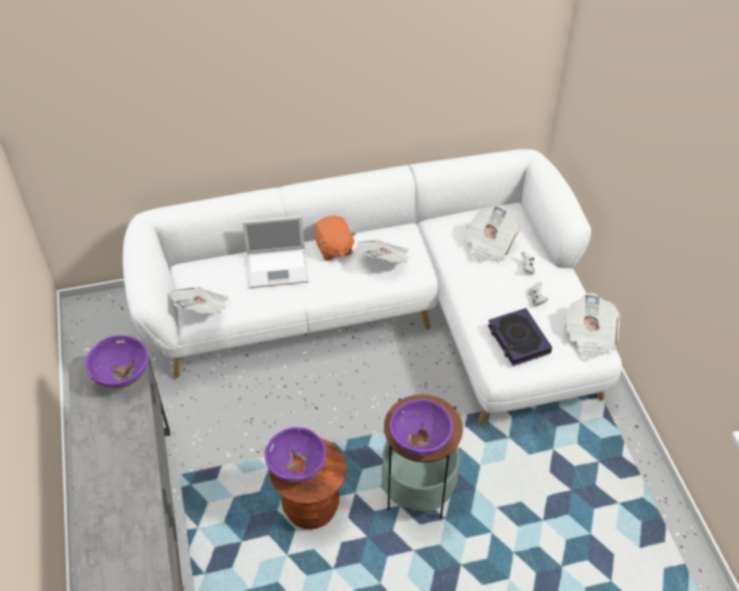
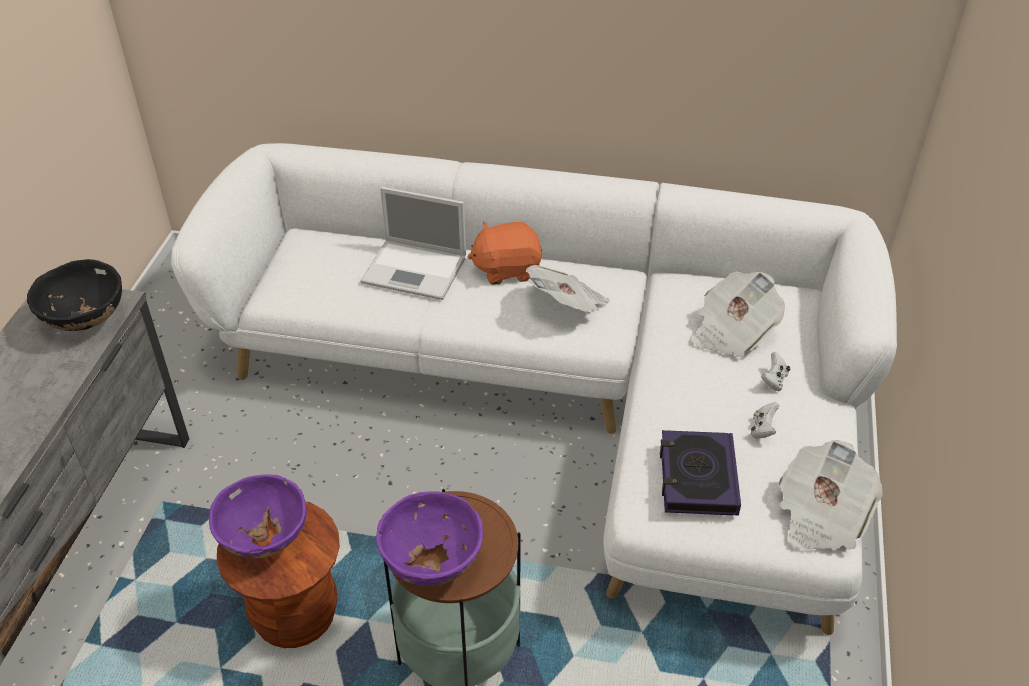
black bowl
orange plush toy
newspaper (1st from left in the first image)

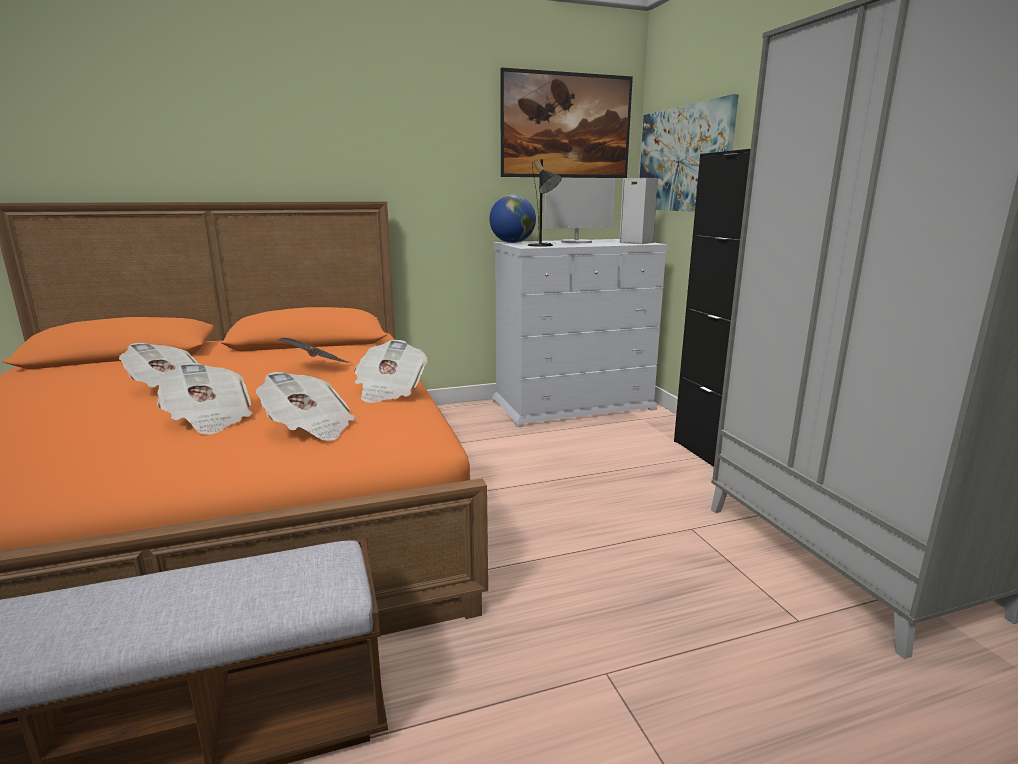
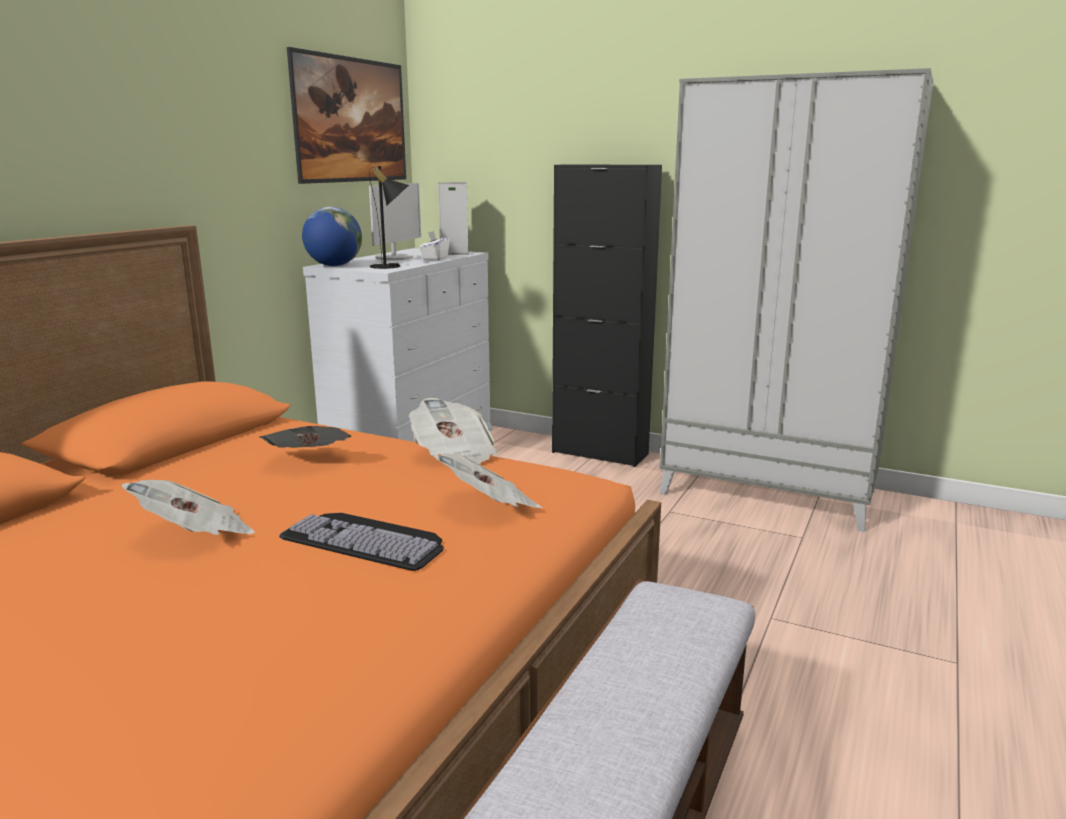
keyboard
white tissue box
picture (2nd from left in the first image)

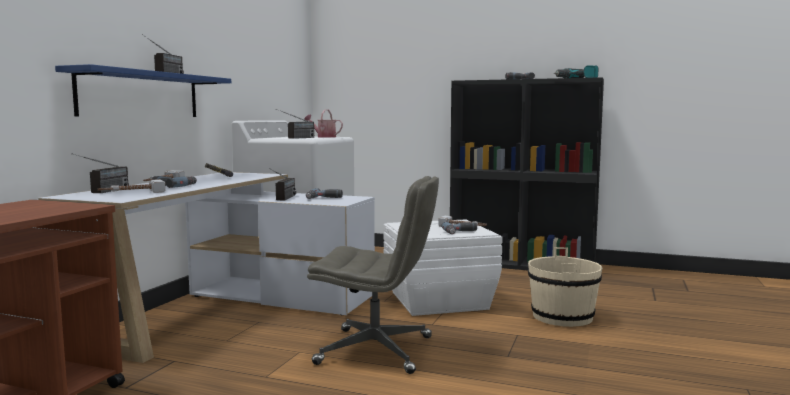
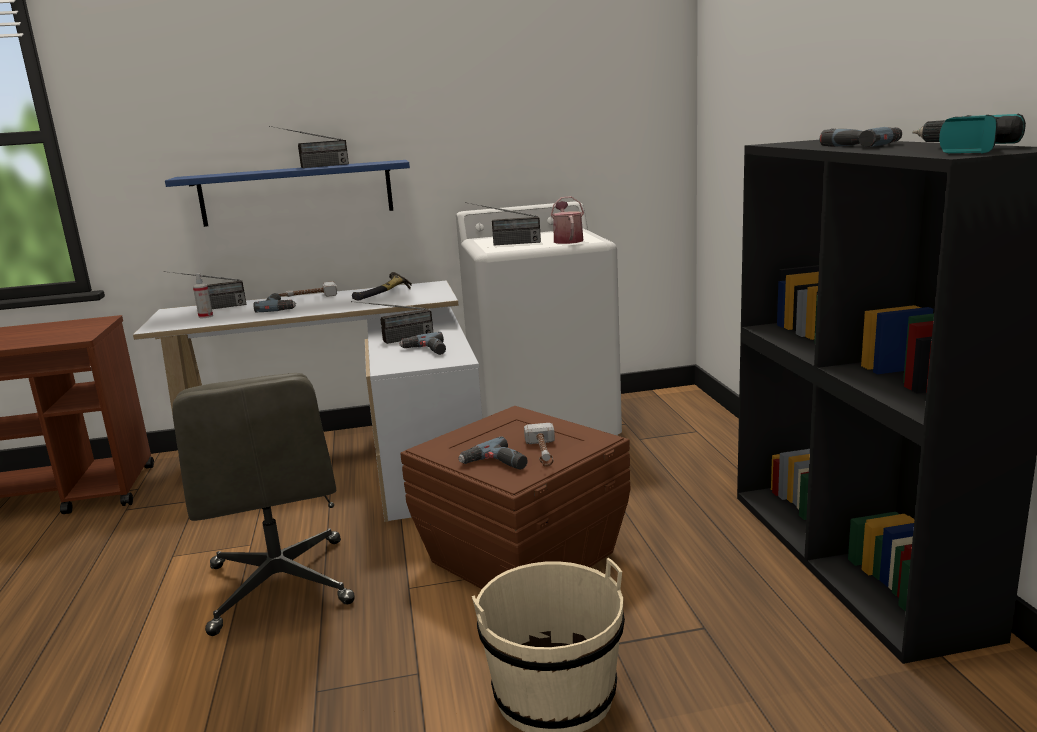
spray bottle
brown storage box

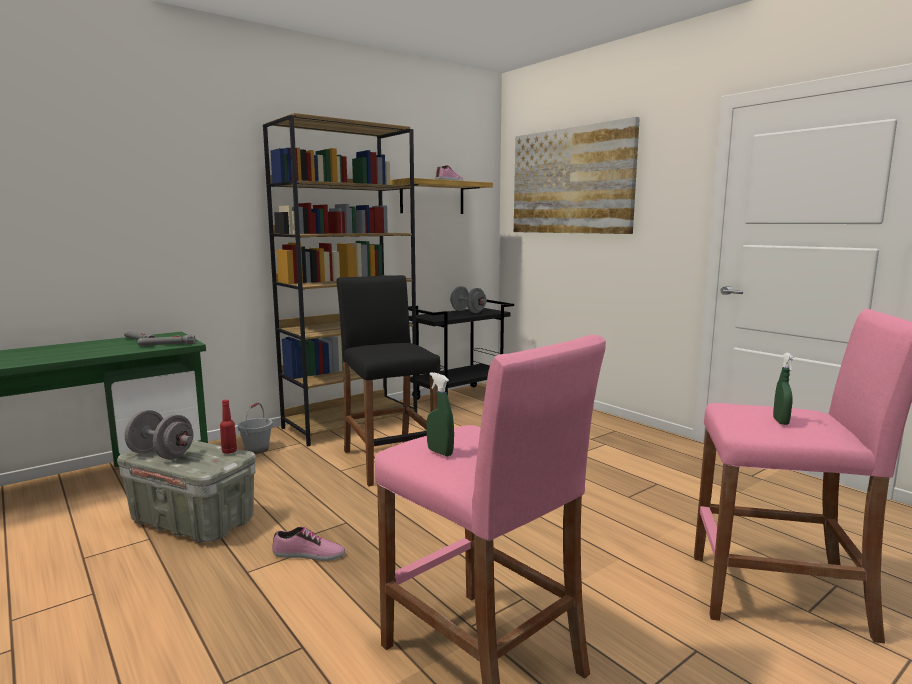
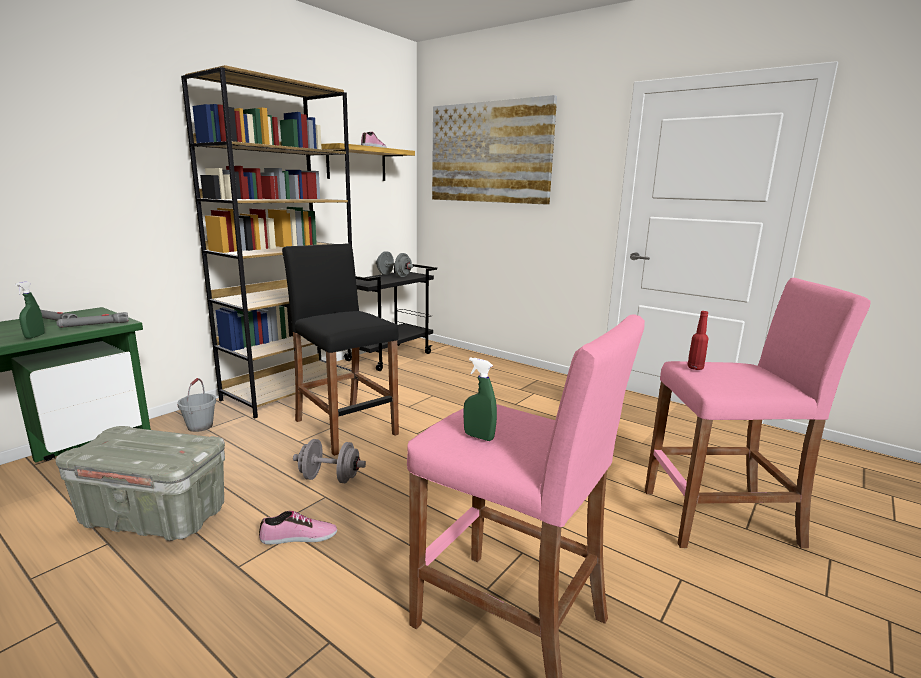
green spray bottle (1st from left)
grey dumbbell (1st from left)
red bottle

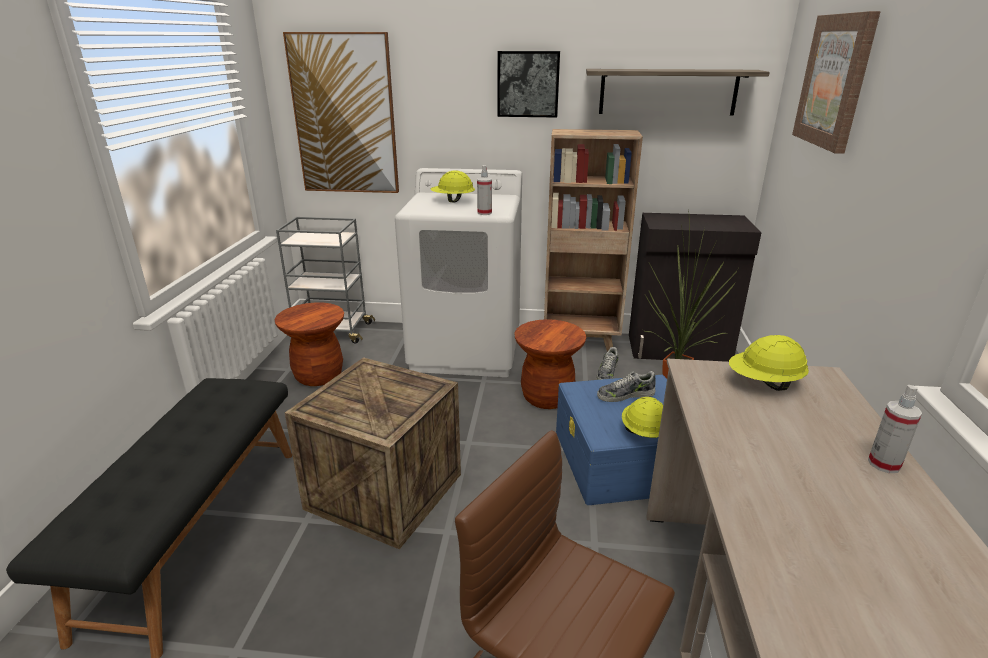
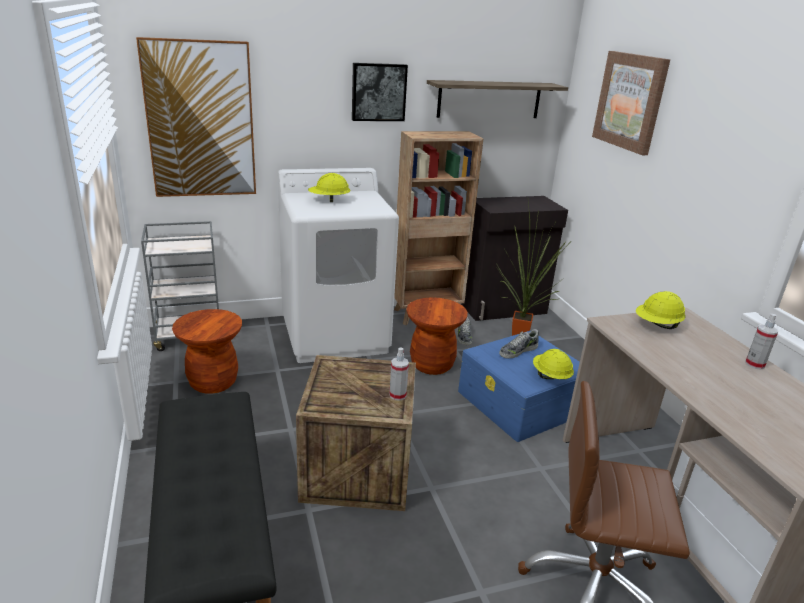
spray bottle (1st from left)

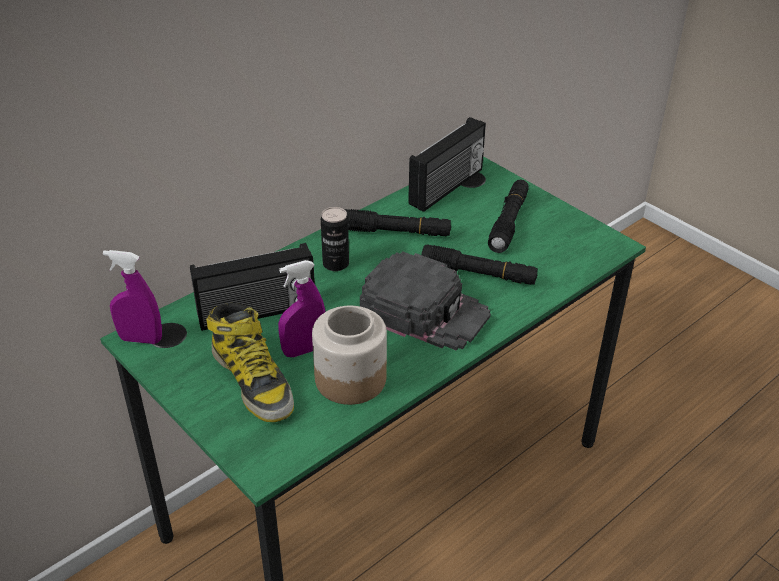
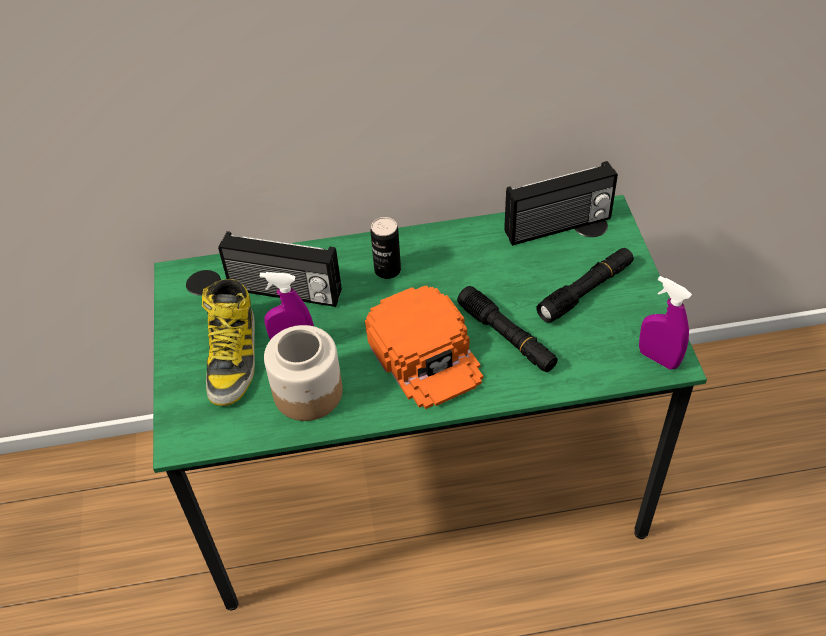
orange cap
purple spray bottle (2nd from left)
black flashlight (1st from left in the first image)

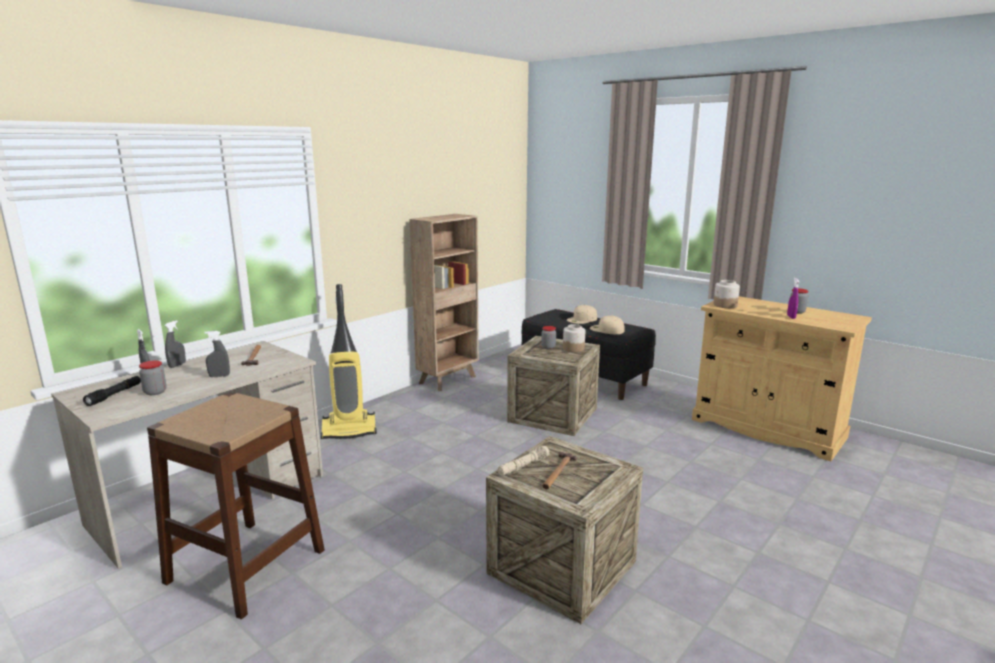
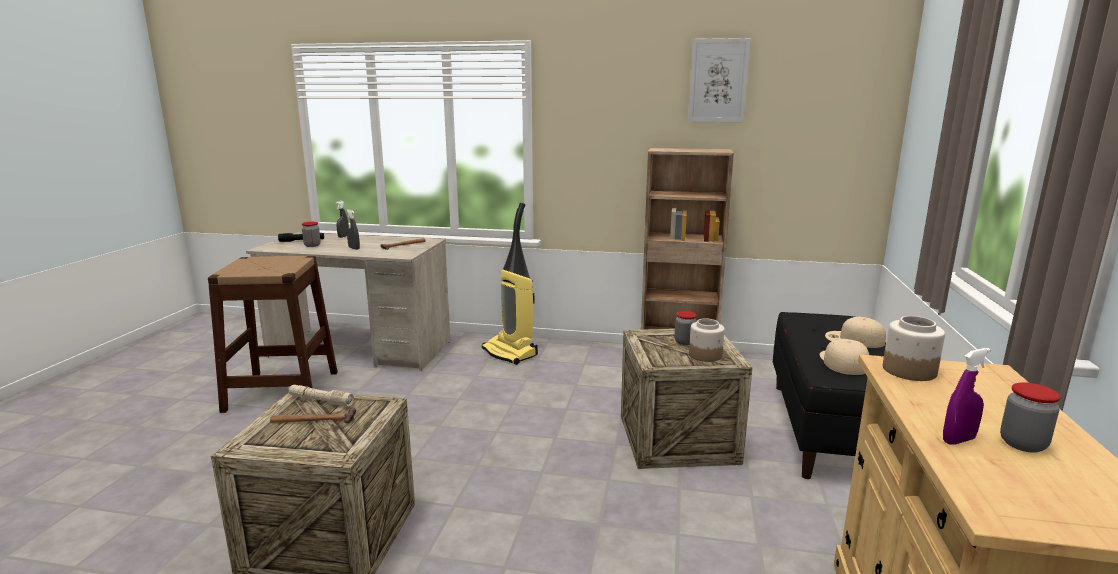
picture
grey spray bottle (2nd from left in the first image)

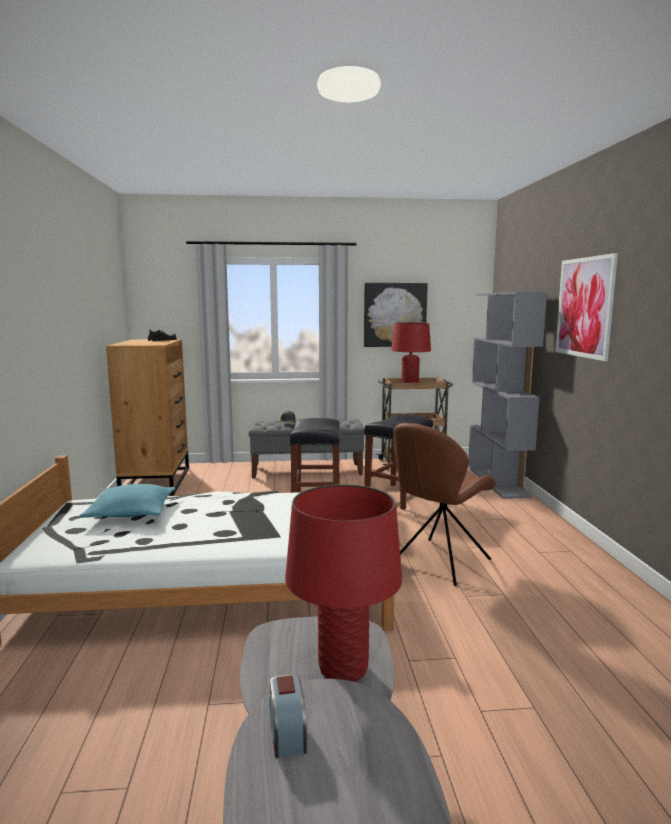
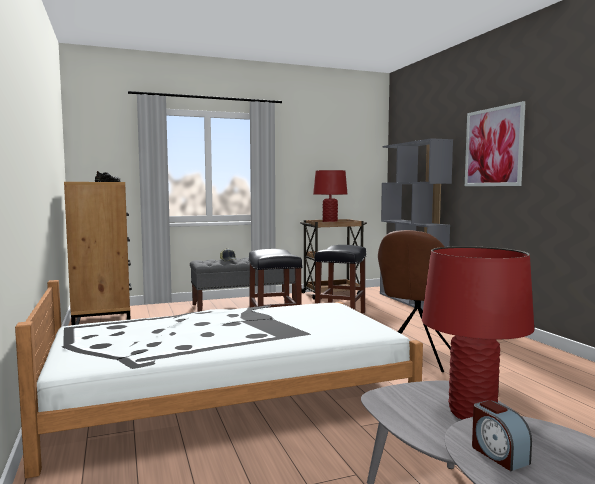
turquoise pillow
picture (1st from left in the first image)

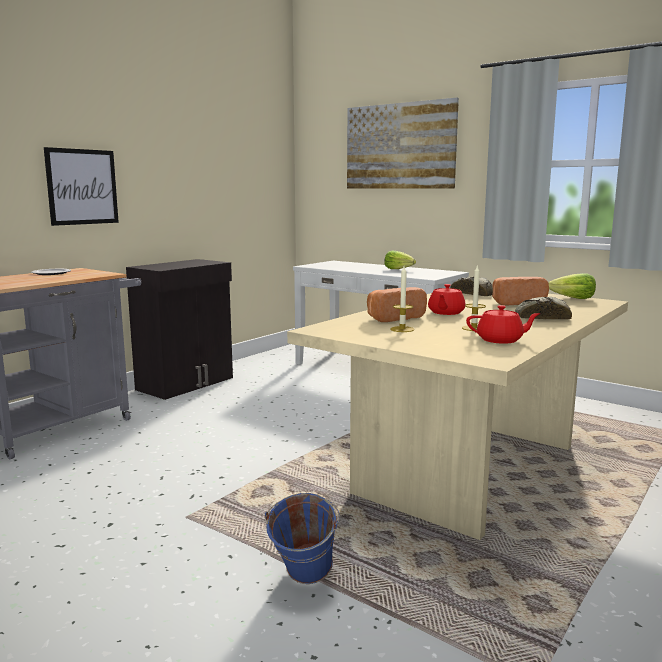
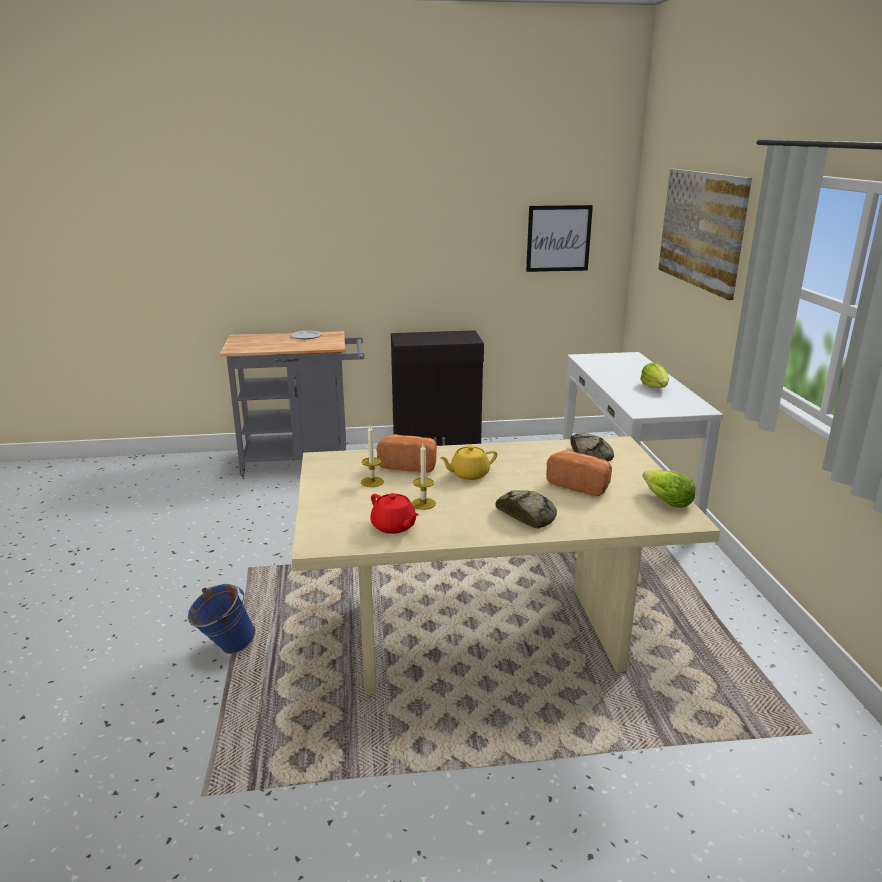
yellow teapot
picture (1st from left)

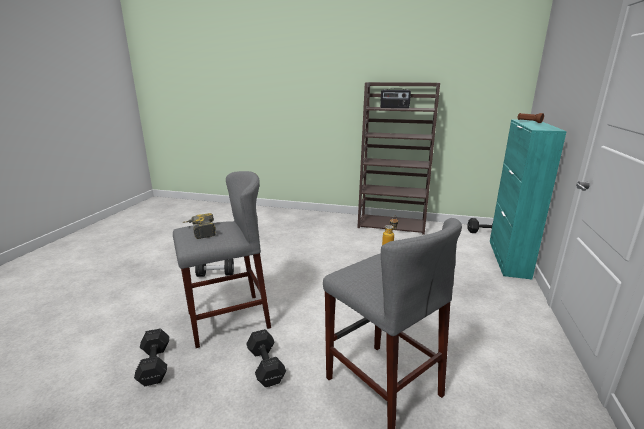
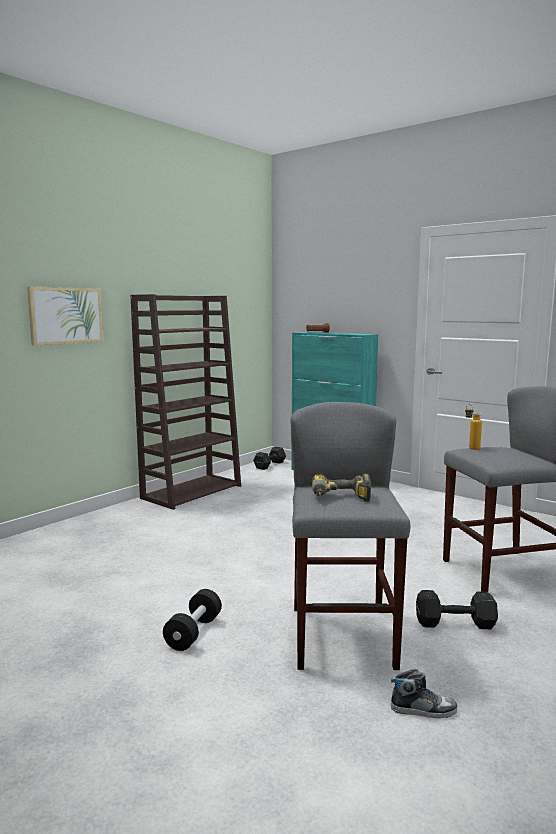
picture
shoe
radio

